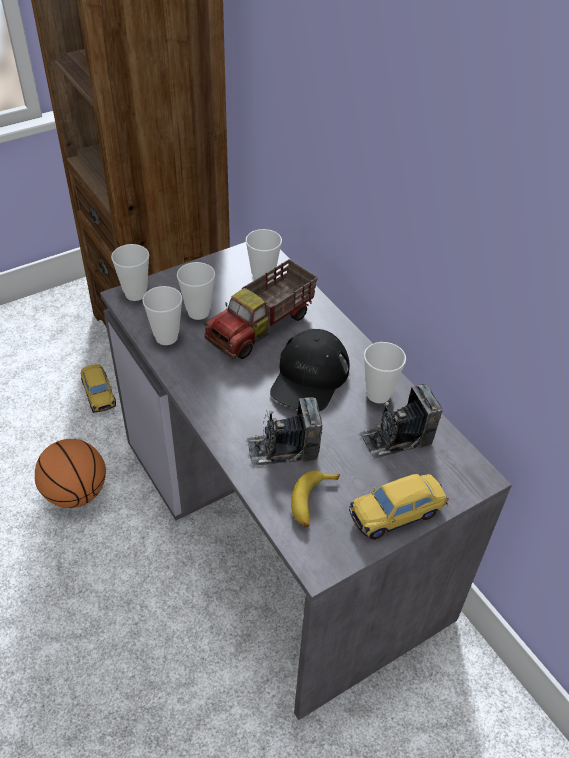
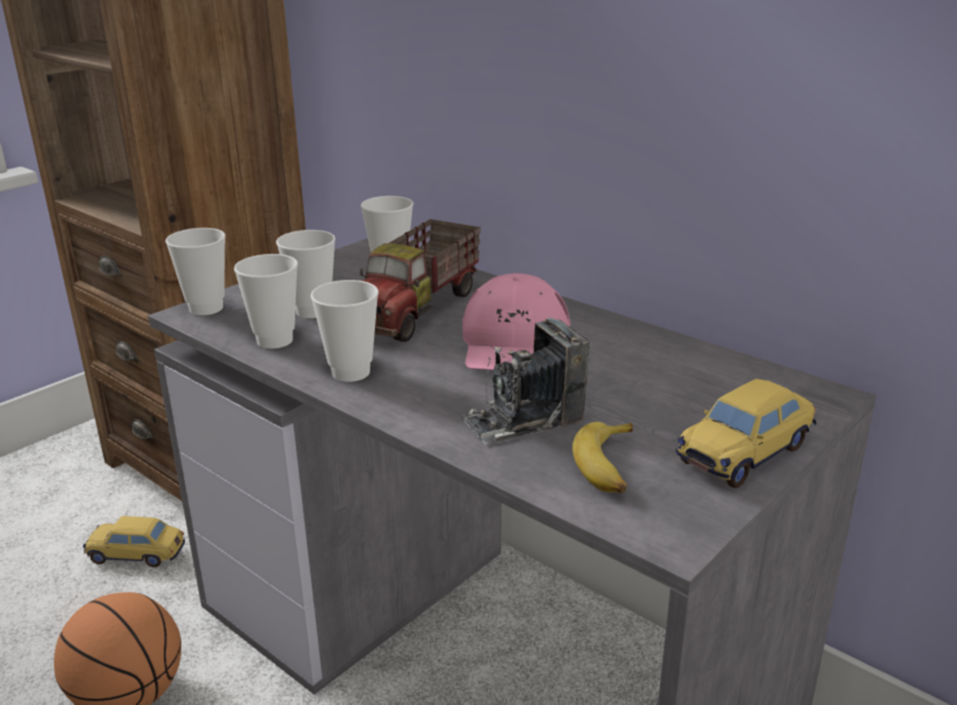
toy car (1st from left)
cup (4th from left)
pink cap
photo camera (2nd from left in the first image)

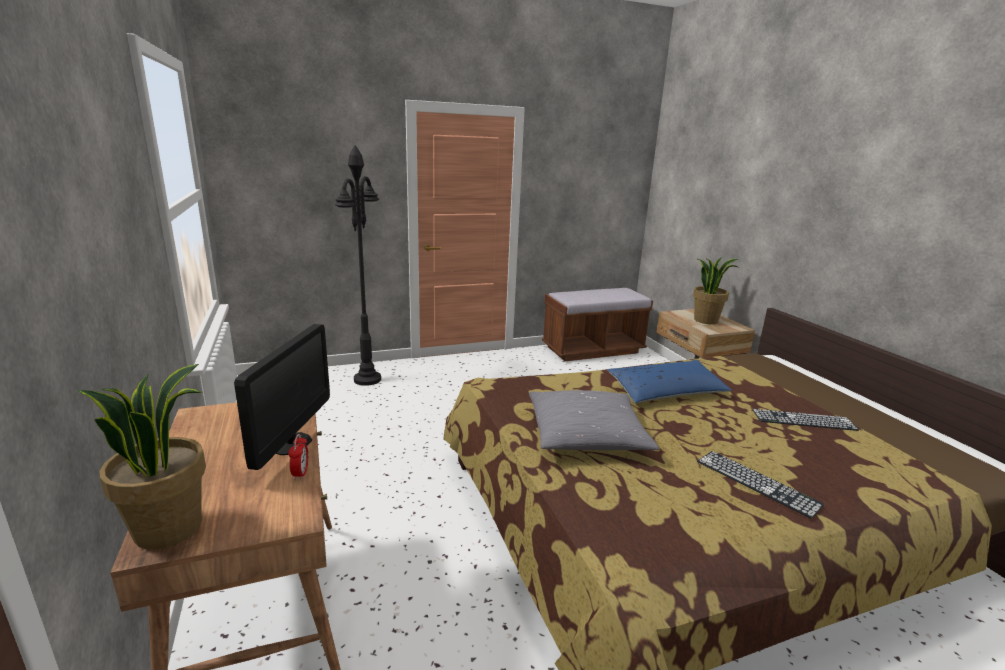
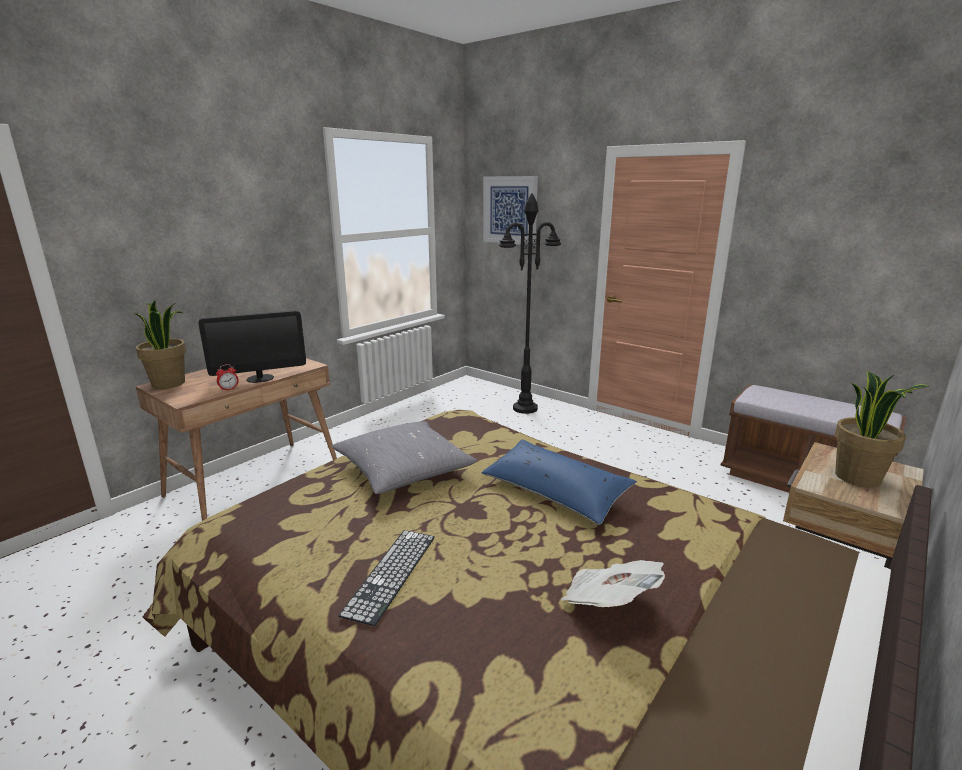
picture
newspaper

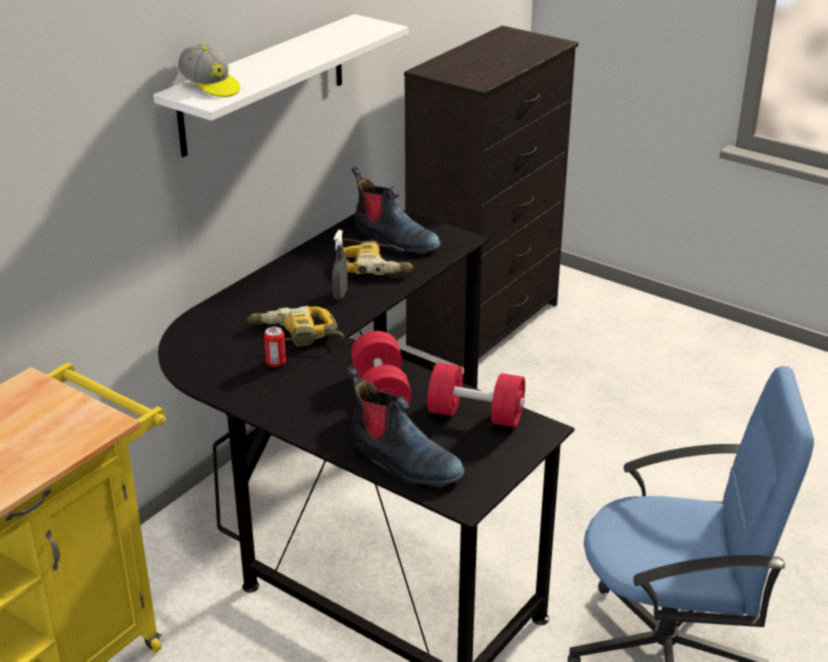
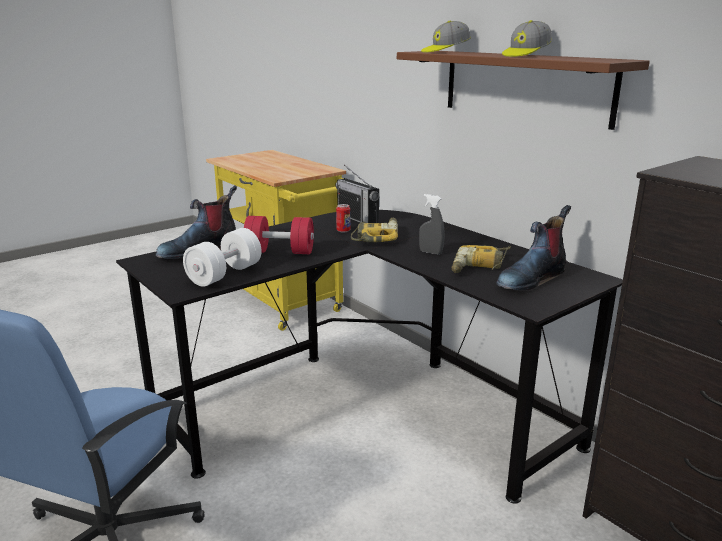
white dumbbell
radio
brown shelf
cap (2nd from left)

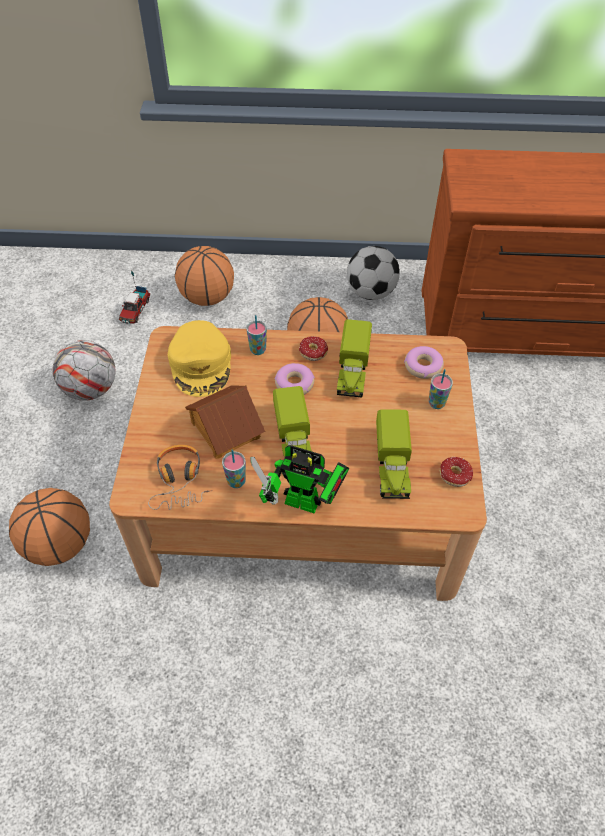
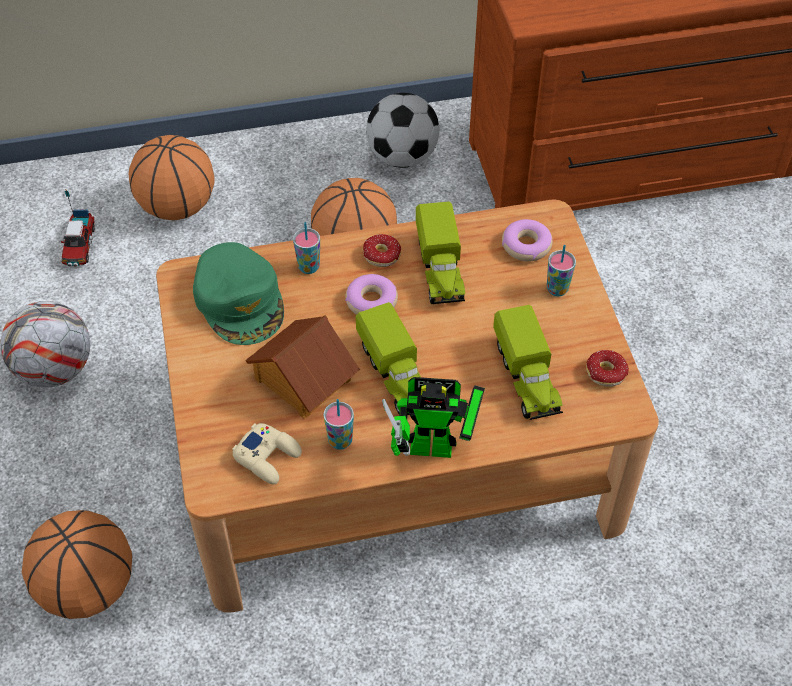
green cap
beige game controller

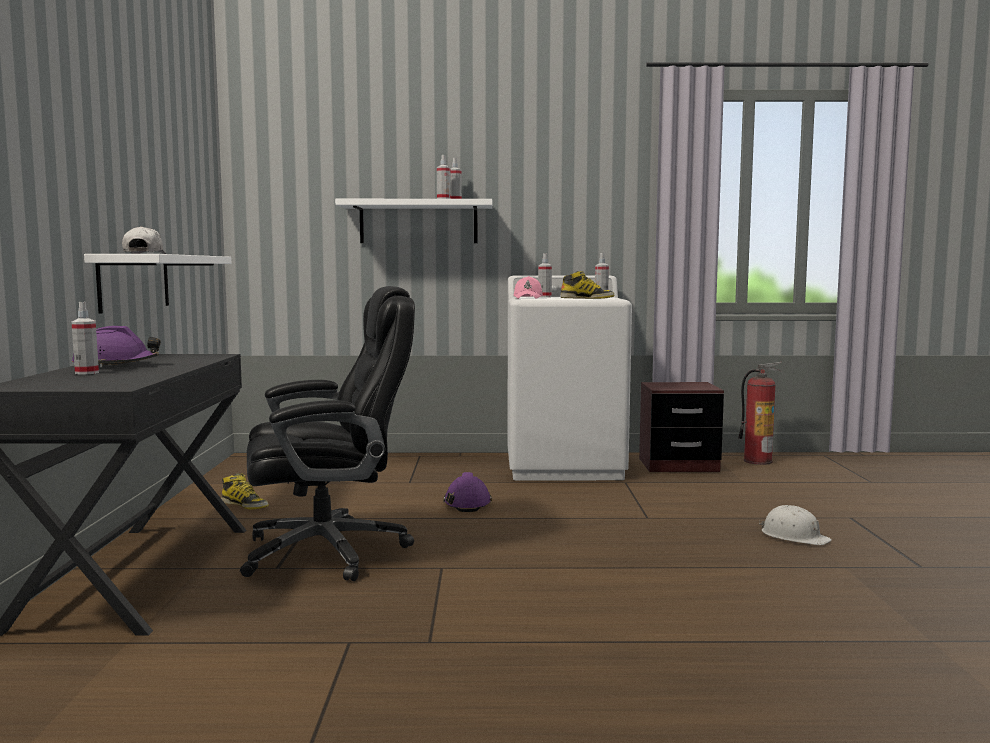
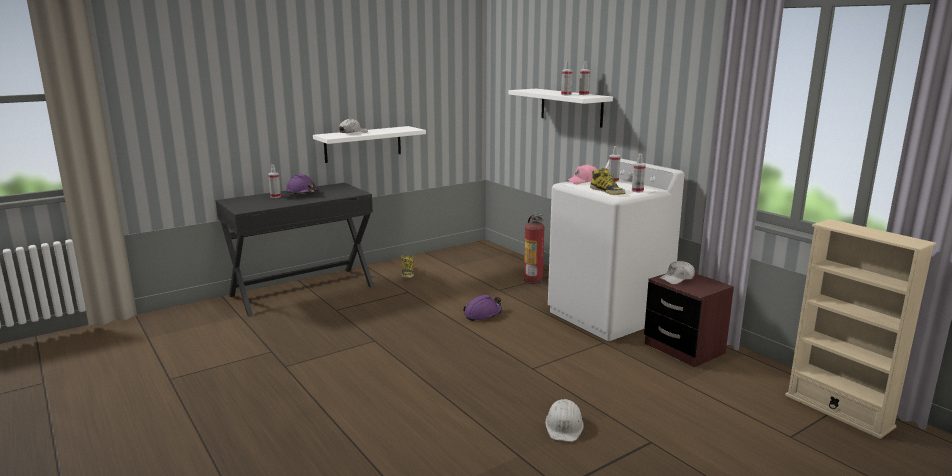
fire extinguisher
white cap (2nd from left)
beige bookcase
black office chair

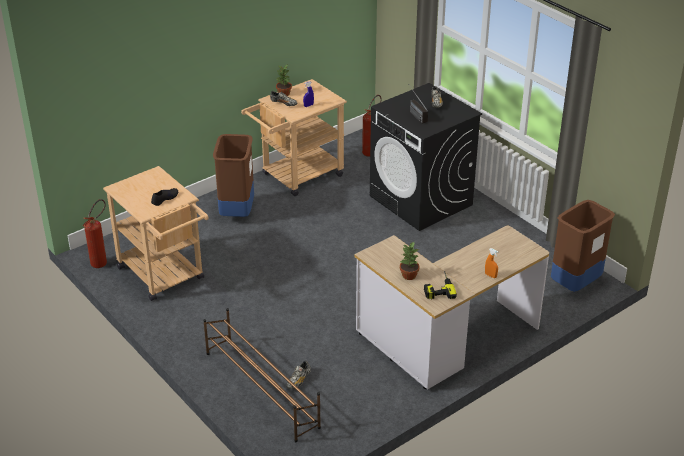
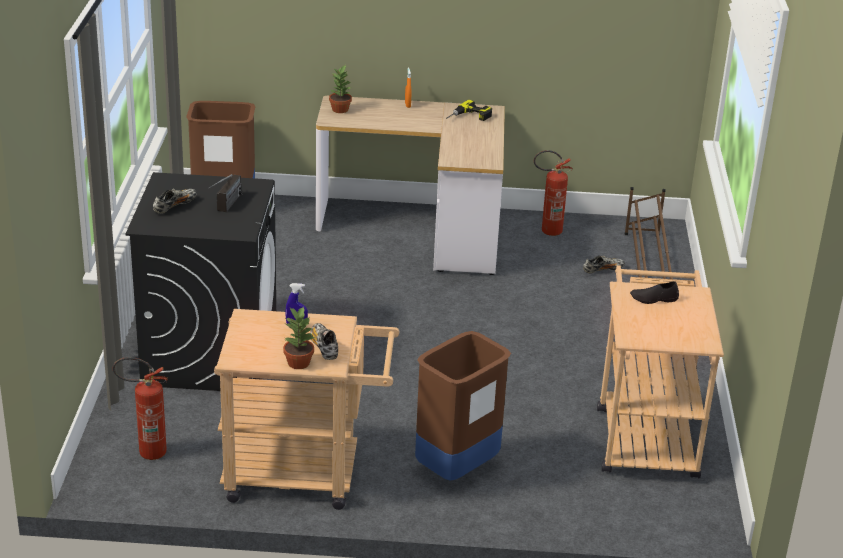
potted plant (2nd from left)
fire extinguisher (2nd from left)

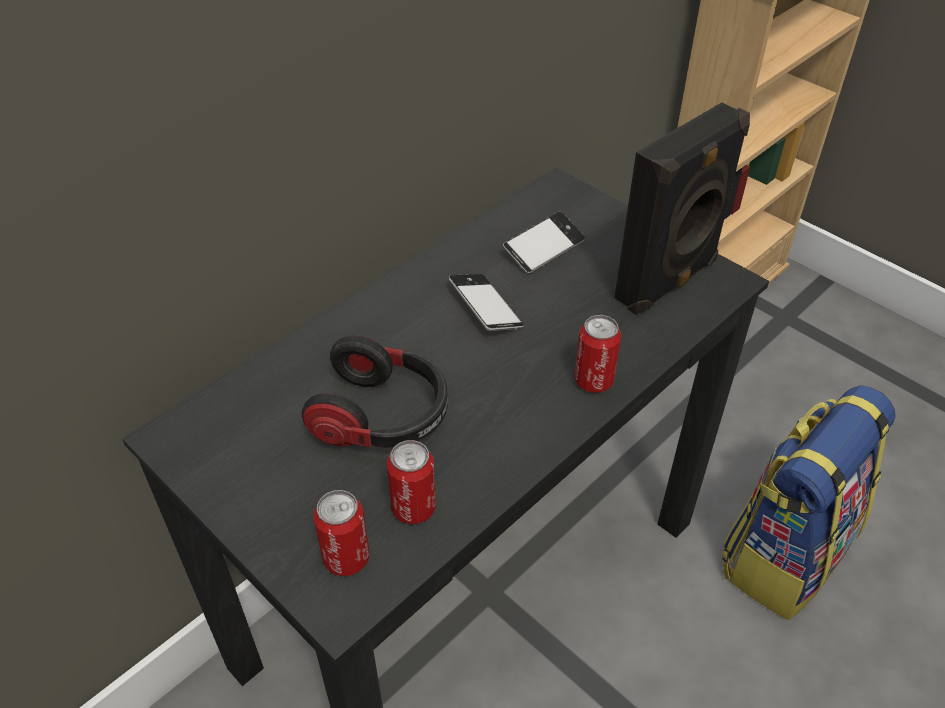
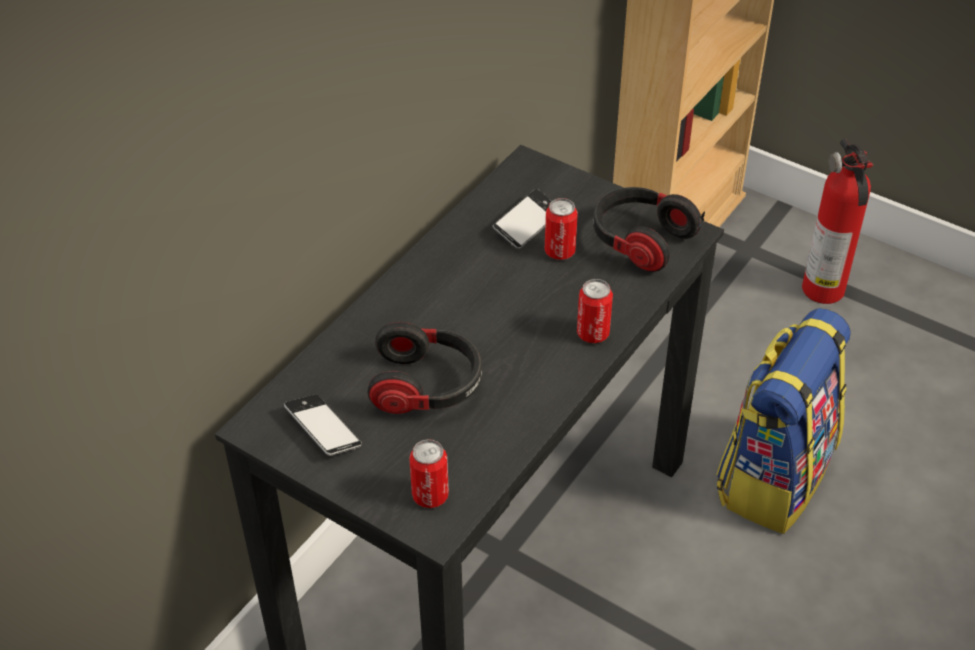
phone (1st from left)
can (2nd from left)
headphones (2nd from left)
fire extinguisher

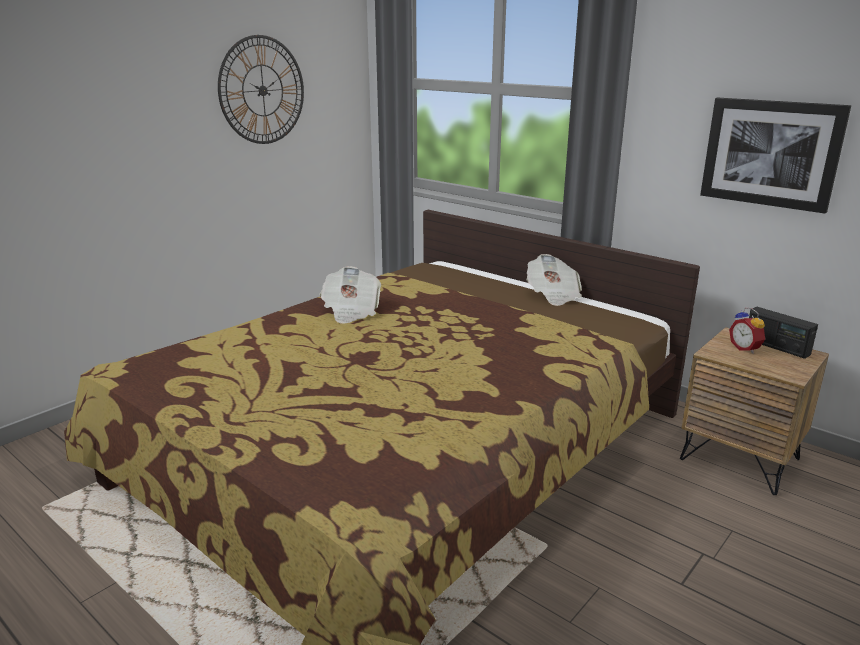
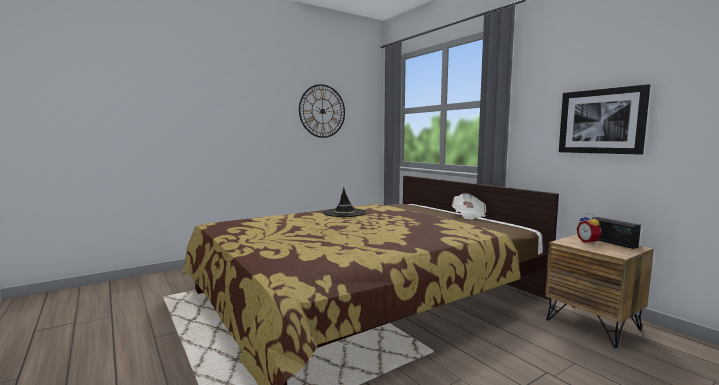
black hat

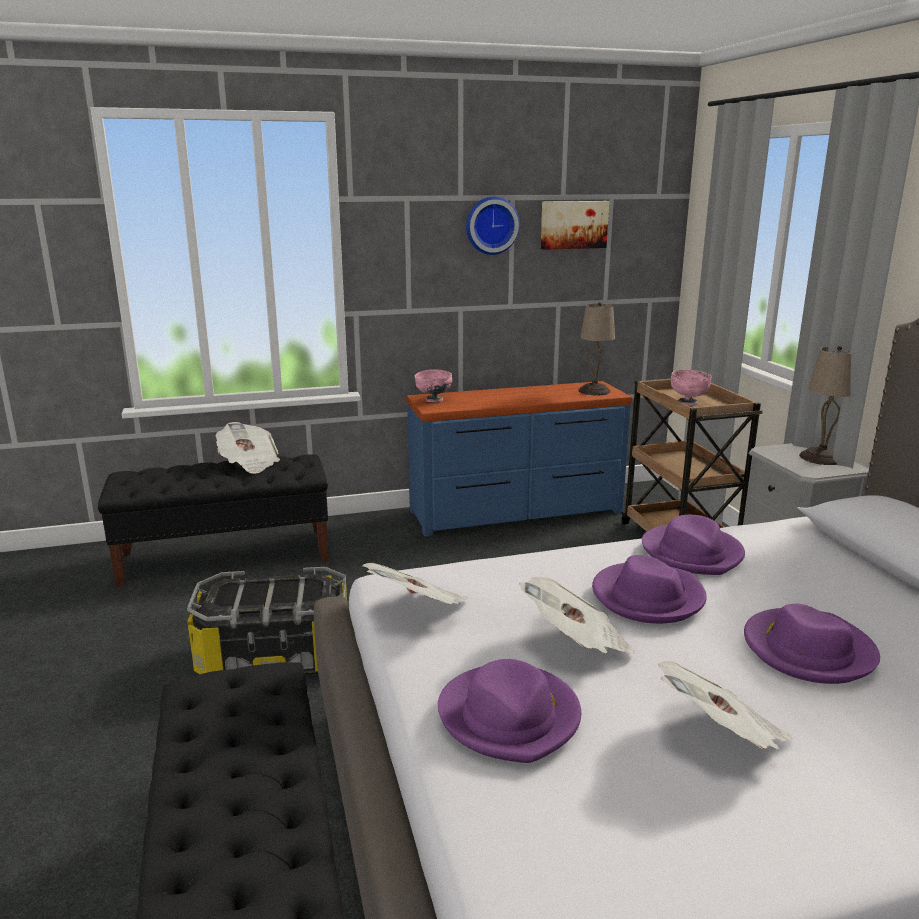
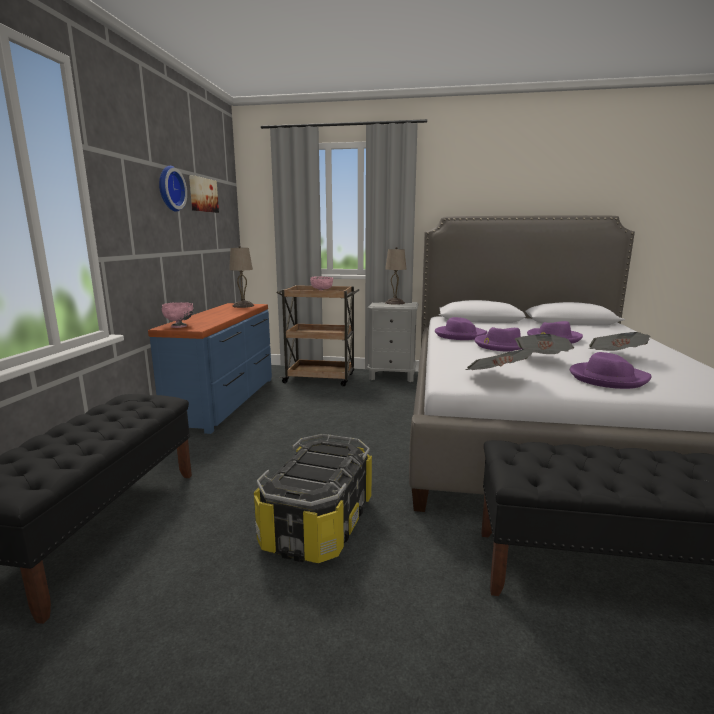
newspaper (1st from left in the first image)

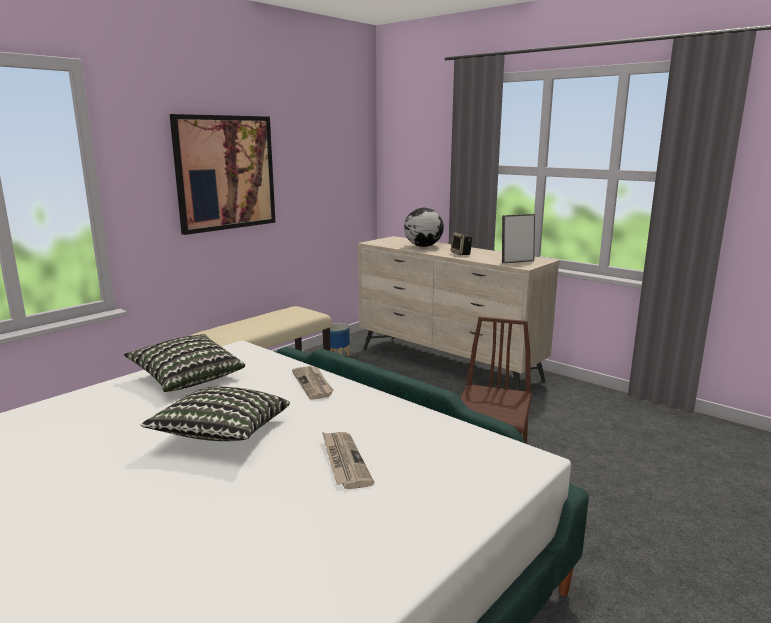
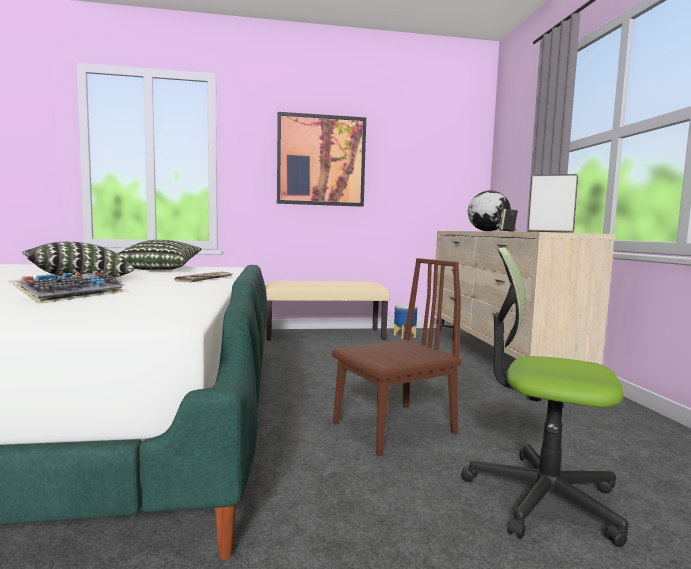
keyboard
office chair

